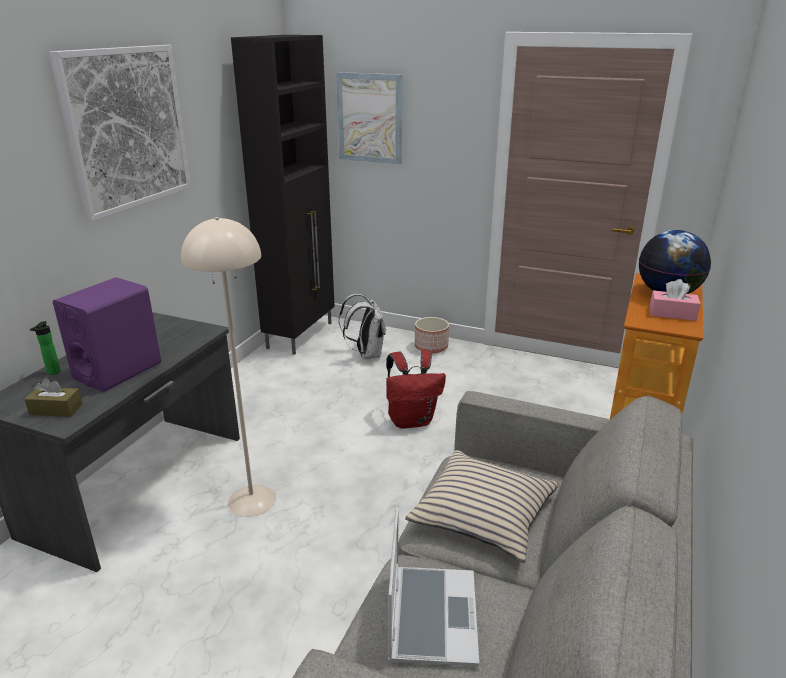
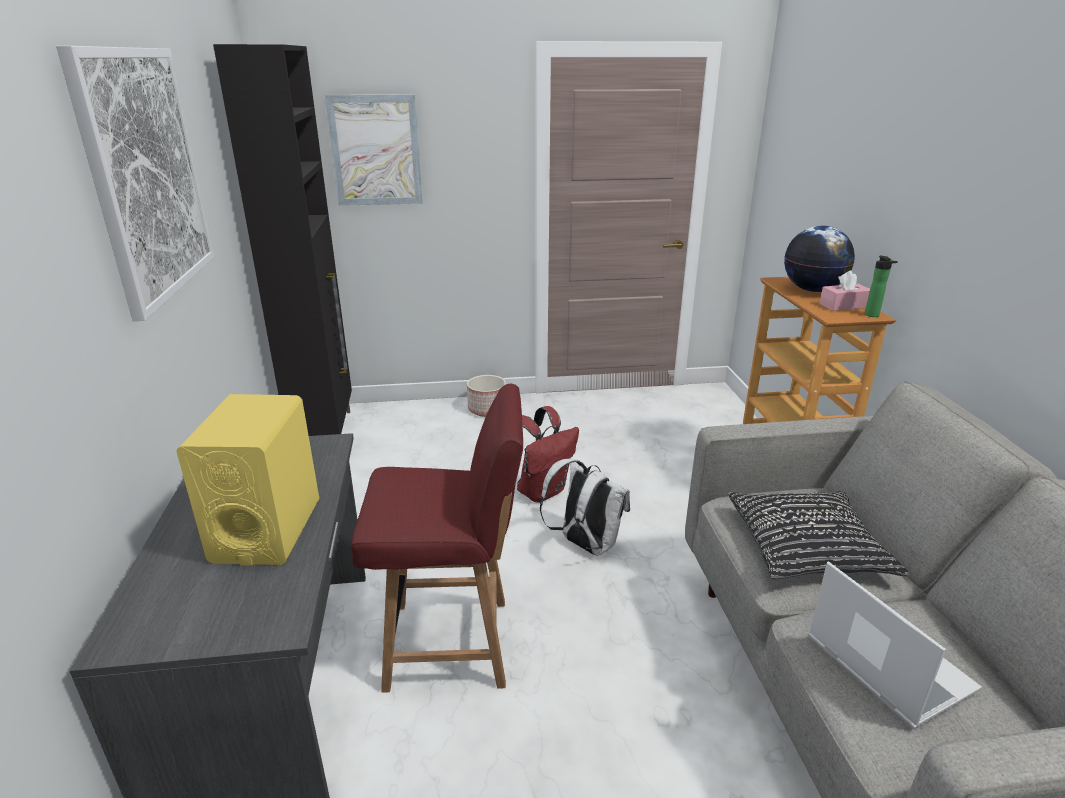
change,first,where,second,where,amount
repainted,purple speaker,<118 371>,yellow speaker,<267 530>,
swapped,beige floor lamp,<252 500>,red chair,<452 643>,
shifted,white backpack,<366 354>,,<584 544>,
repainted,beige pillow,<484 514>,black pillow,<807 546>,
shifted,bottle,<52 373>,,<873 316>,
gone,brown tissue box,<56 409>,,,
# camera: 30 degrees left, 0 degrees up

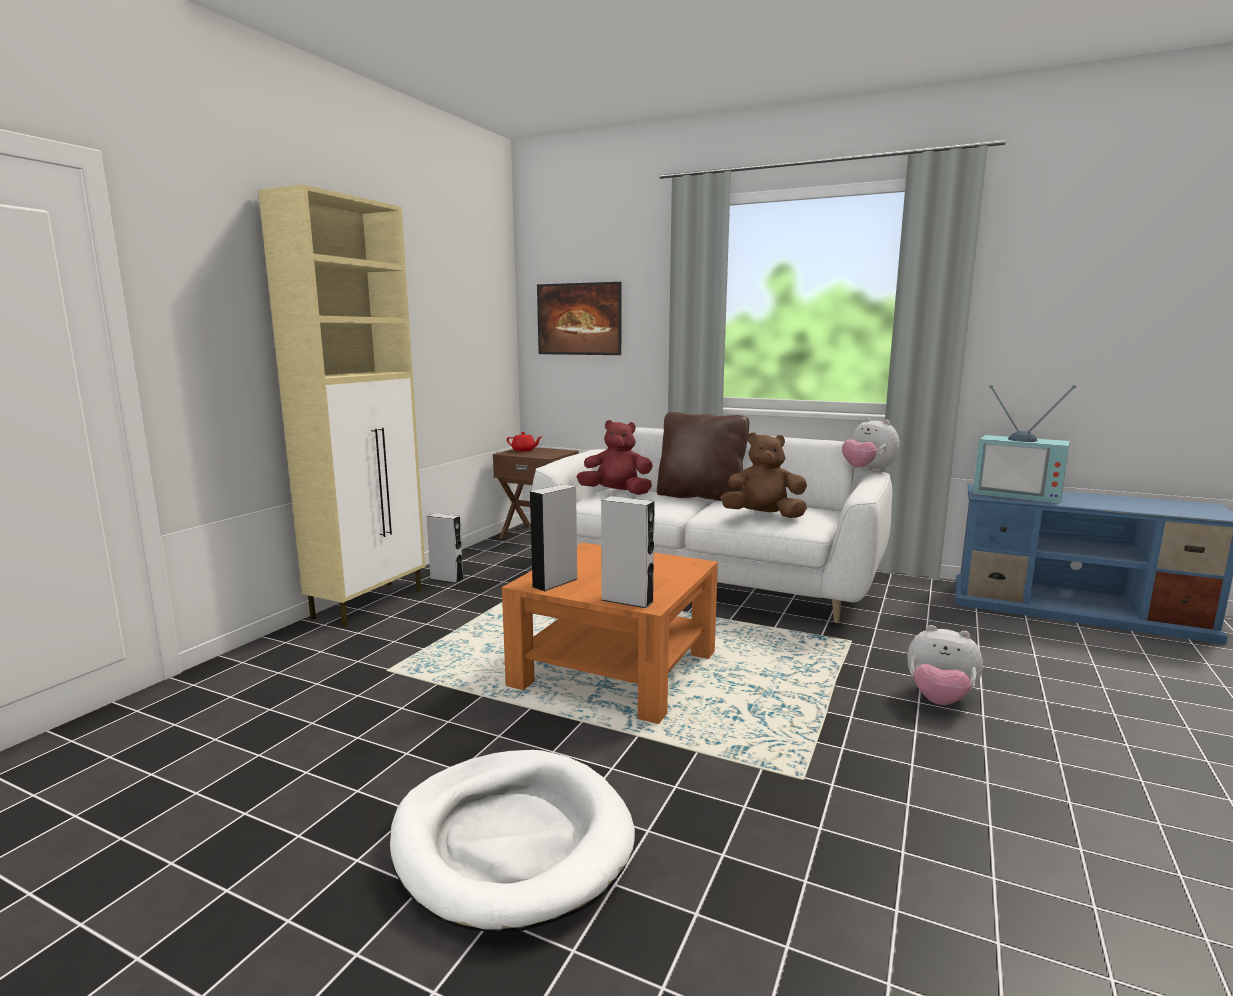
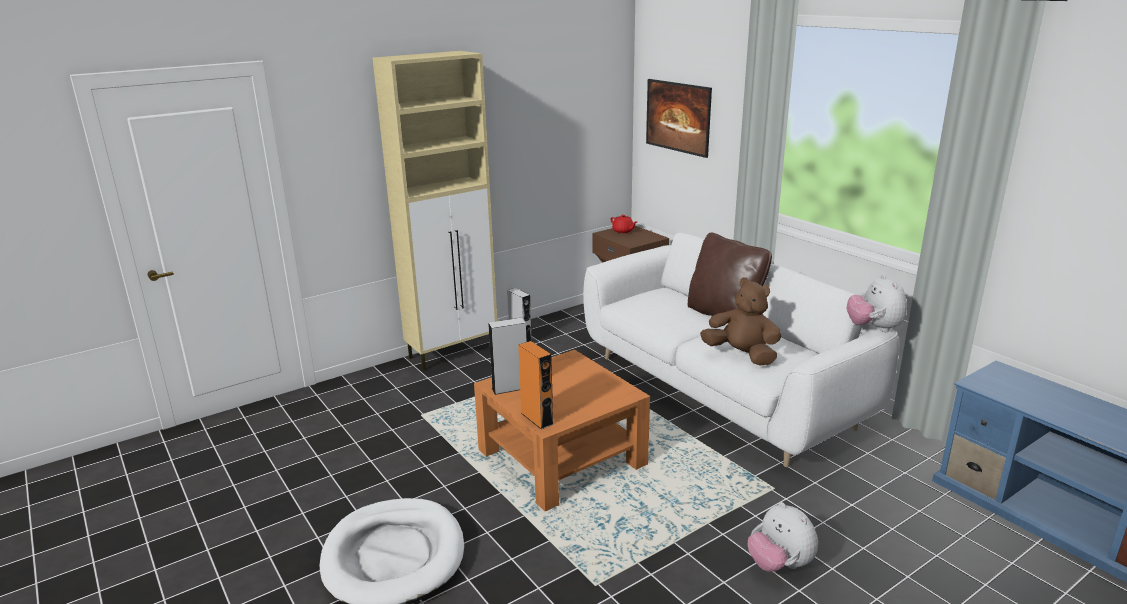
change,first,where,second,where,amount
repainted,grey speaker,<627 600>,orange speaker,<537 418>,
gone,red plush toy,<617 493>,,,
gone,television,<1018 494>,,,
# camera: 30 degrees right, 10 degrees up

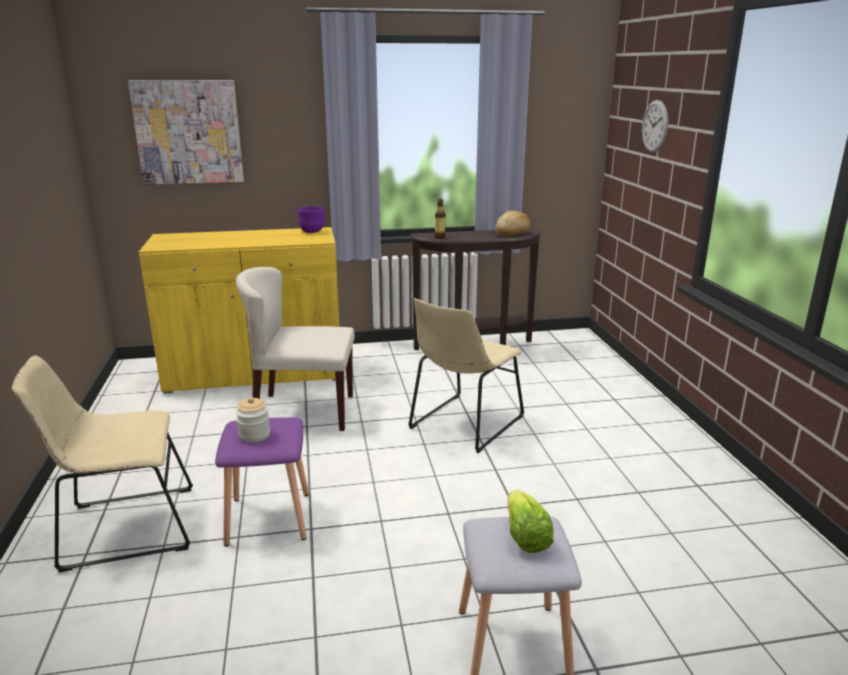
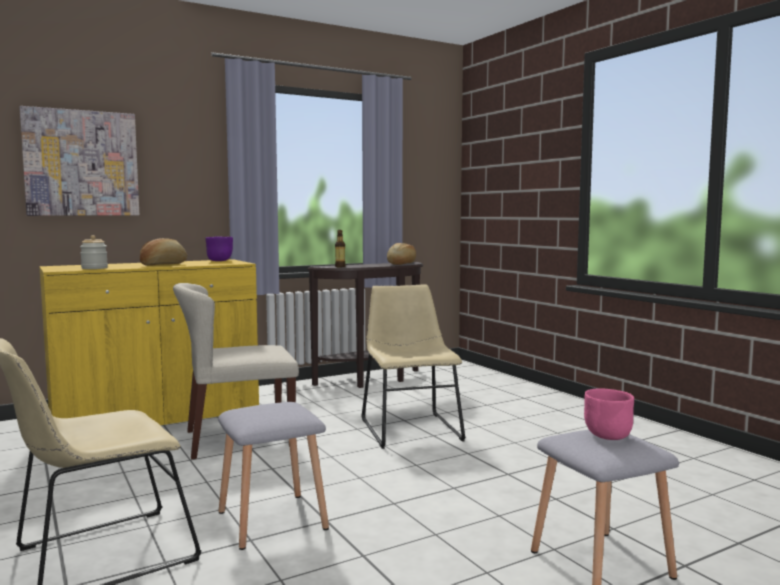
change,first,where,second,where,amount
shifted,jar,<254 435>,,<94 268>,
new,,,bread,<163 264>,
repainted,purple stool,<270 517>,grey stool,<273 519>,
rotated,beige chair,<463 424>,,<409 428>,150 degrees clockwise
swapped,lettuce,<525 537>,pink bowl,<607 437>,
gone,wall clock,<655 126>,,,
# camera: 20 degrees left, 15 degrees down

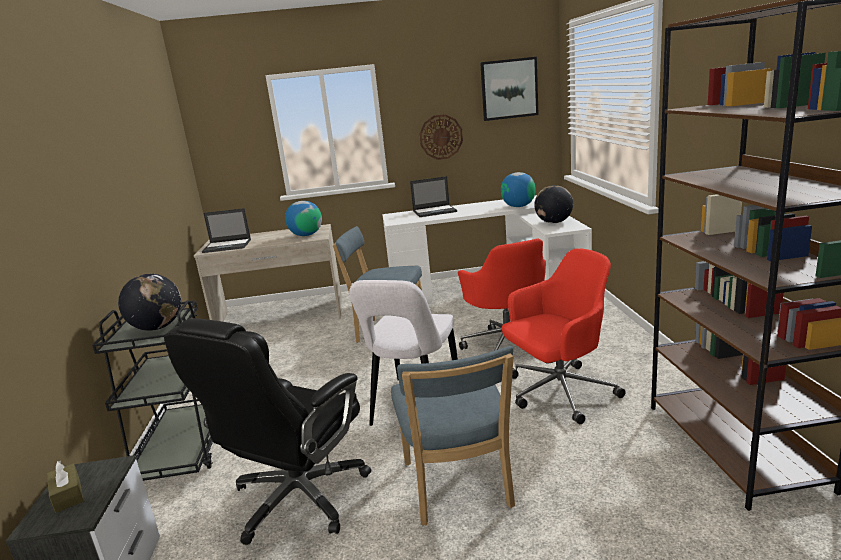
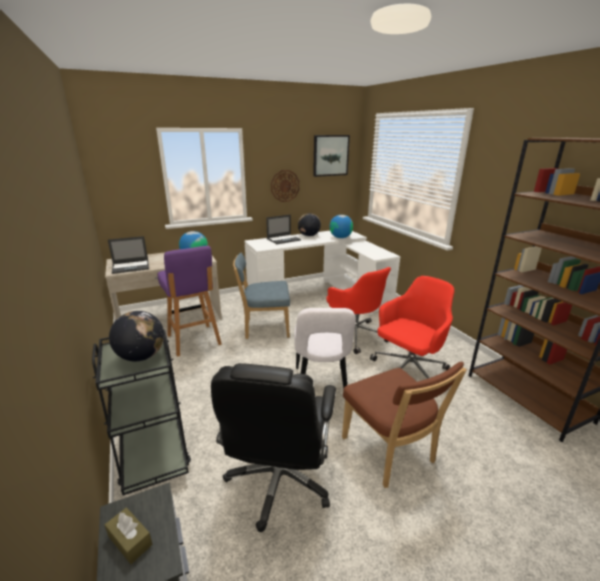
change,first,where,second,where,amount
new,,,purple stool,<194 341>,
shifted,globe,<554 222>,,<309 236>,
repainted,blue chair,<458 488>,brown chair,<390 453>,
# camera: 20 degrees left, 5 degrees up

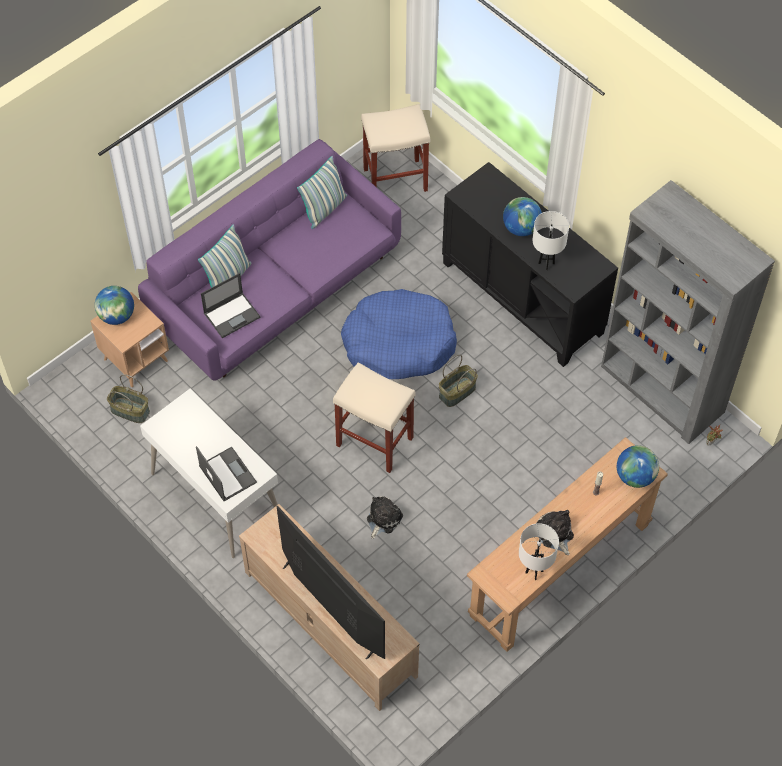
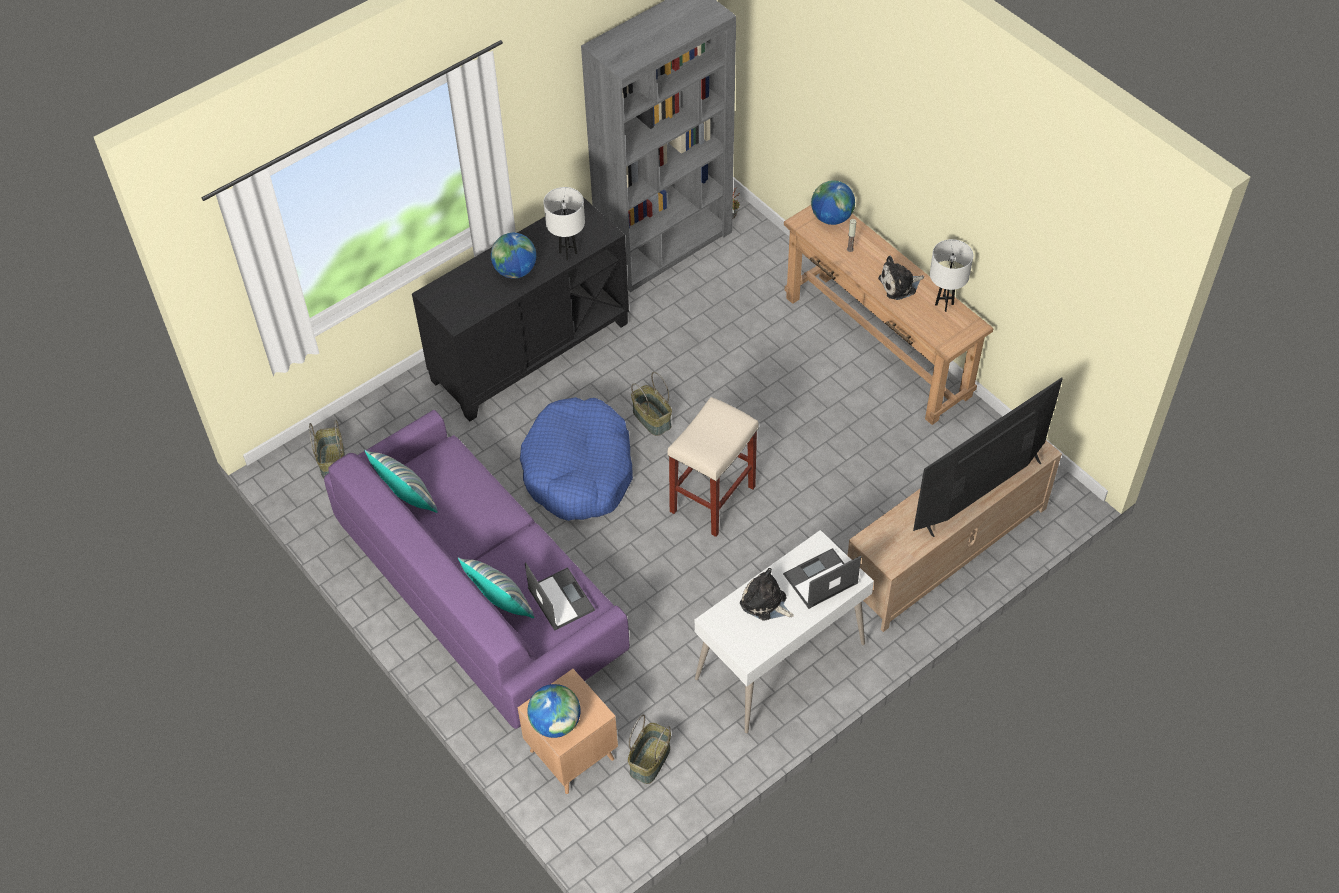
change,first,where,second,where,amount
swapped,beige stool,<396 179>,basket,<332 461>,
shifted,plush toy,<383 519>,,<765 603>,
# camera: 85 degrees left, 5 degrees down

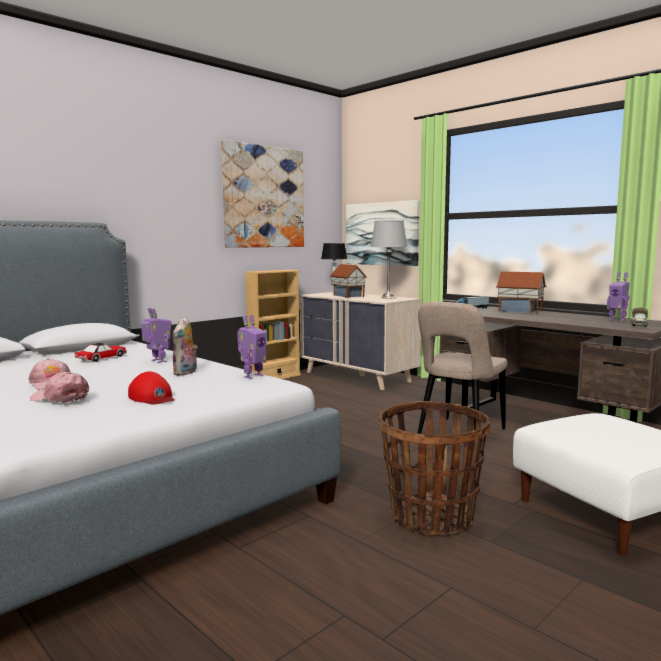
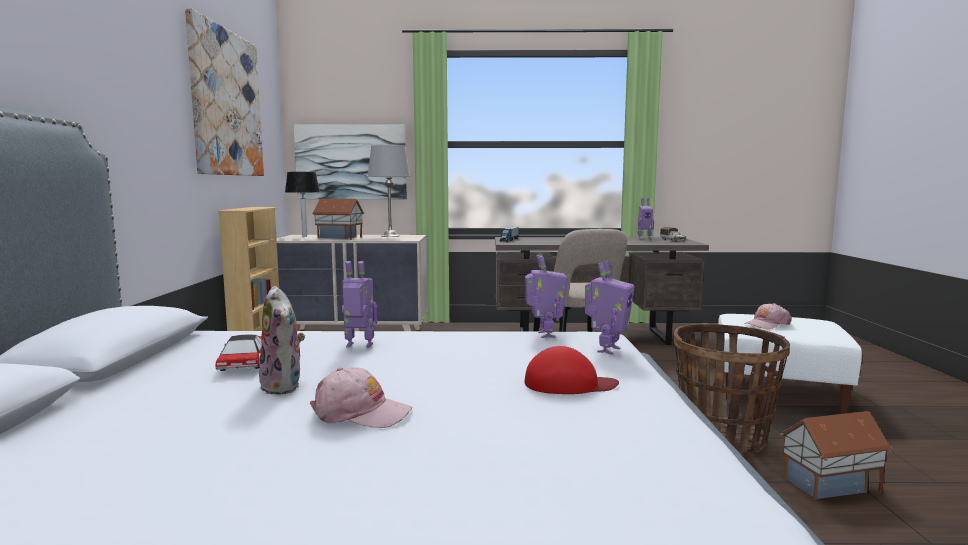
change,first,where,second,where,amount
shifted,plush toy,<186 373>,,<284 386>,
new,,,toy robot,<607 350>,
shifted,pink cap,<60 398>,,<767 324>,
shifted,toy house,<520 311>,,<831 486>,
# camera: 45 degrees left, 0 degrees up

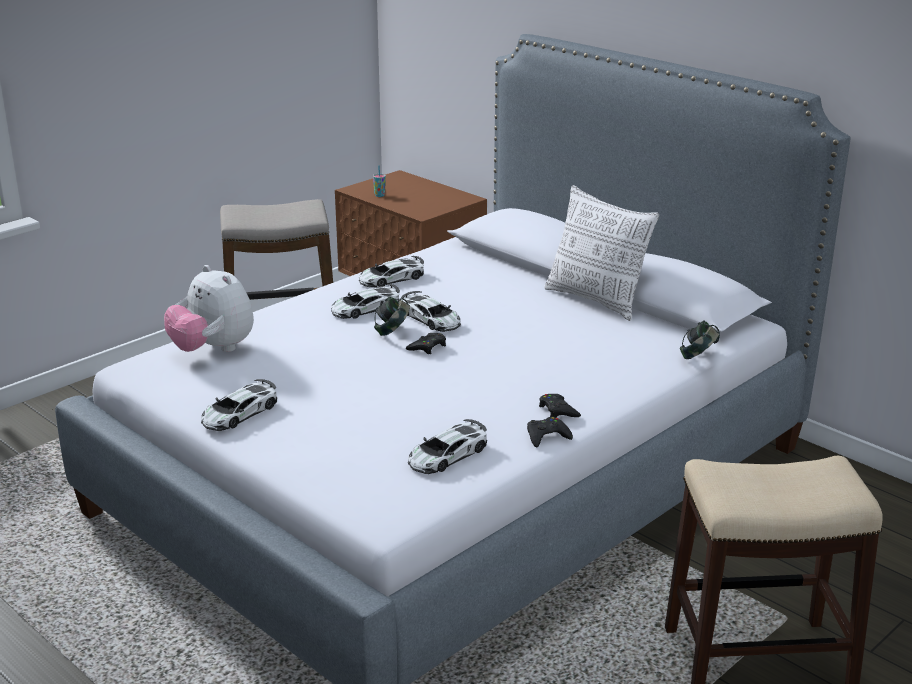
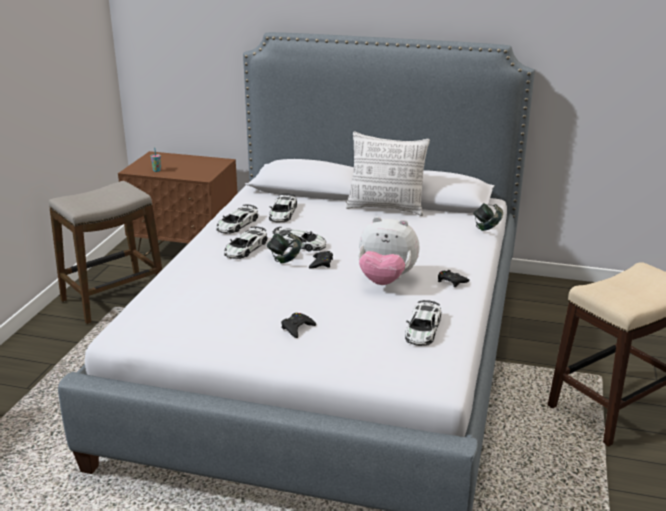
change,first,where,second,where,amount
shifted,toy car,<239 413>,,<283 213>,
shifted,black game controller,<547 436>,,<297 328>,
shifted,plush toy,<213 350>,,<386 280>,
# camera: 30 degrees left, 0 degrees up

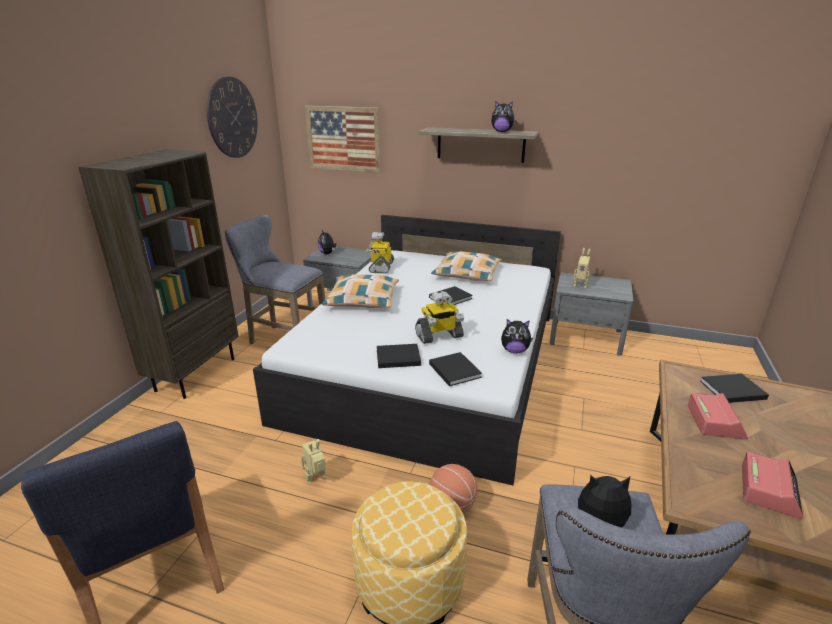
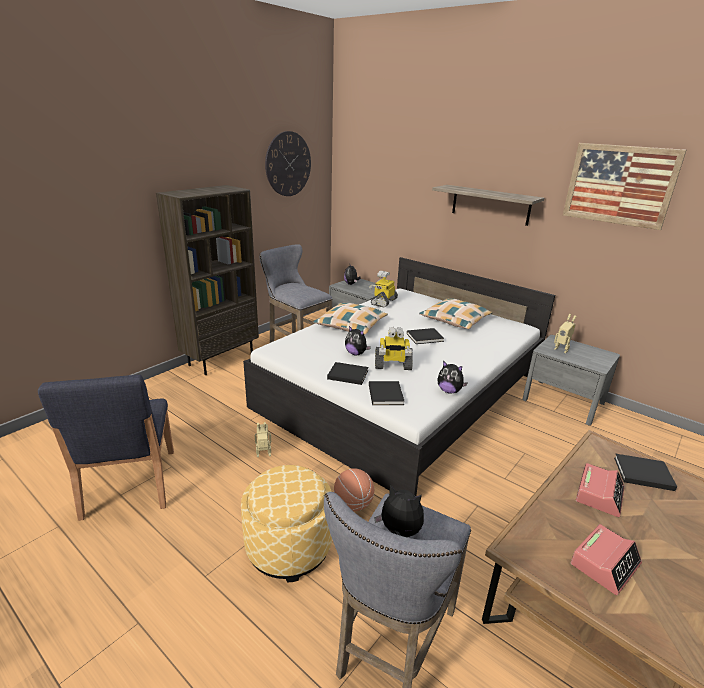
change,first,where,second,where,amount
shifted,plush toy,<502 132>,,<356 353>,
shifted,picture,<343 139>,,<619 185>,
# camera: 20 degrees right, 0 degrees up

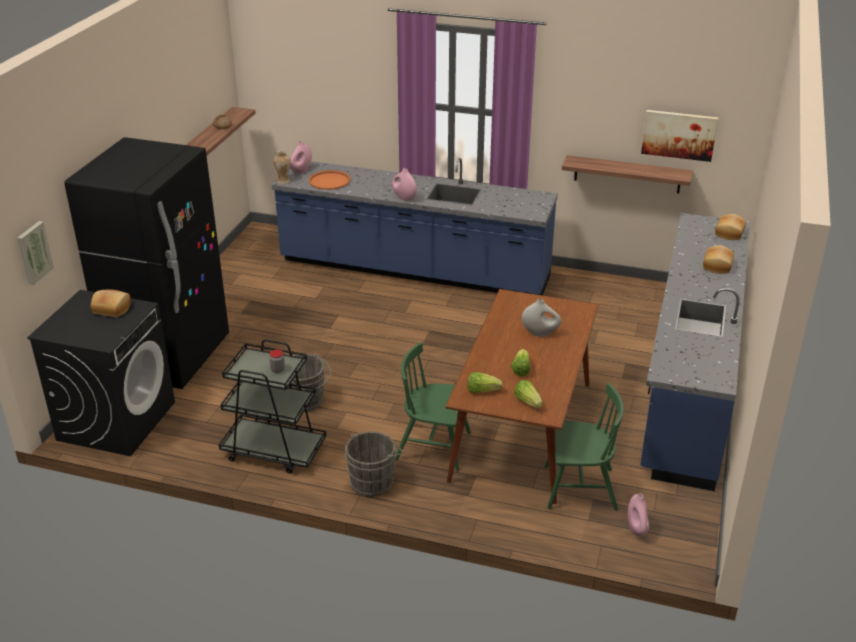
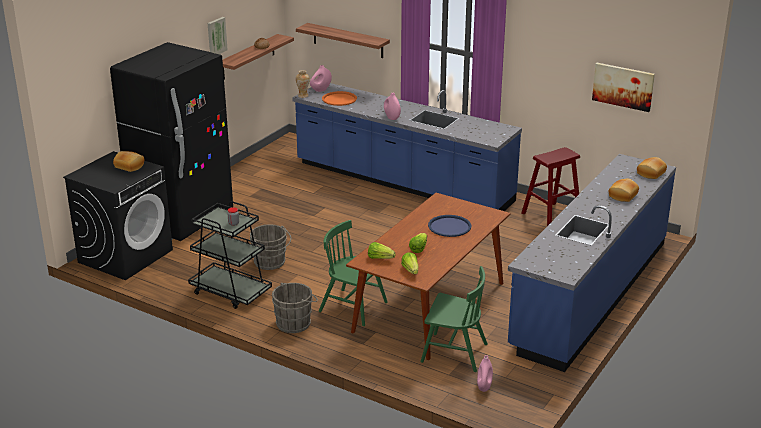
change,first,where,second,where,amount
shifted,picture,<33 252>,,<216 36>,
shifted,shelf,<627 174>,,<348 40>,
swapped,white vase,<540 333>,blue tray,<449 226>,
new,,,red stool,<551 217>,
# camera: 15 degrees right, 5 degrees down

